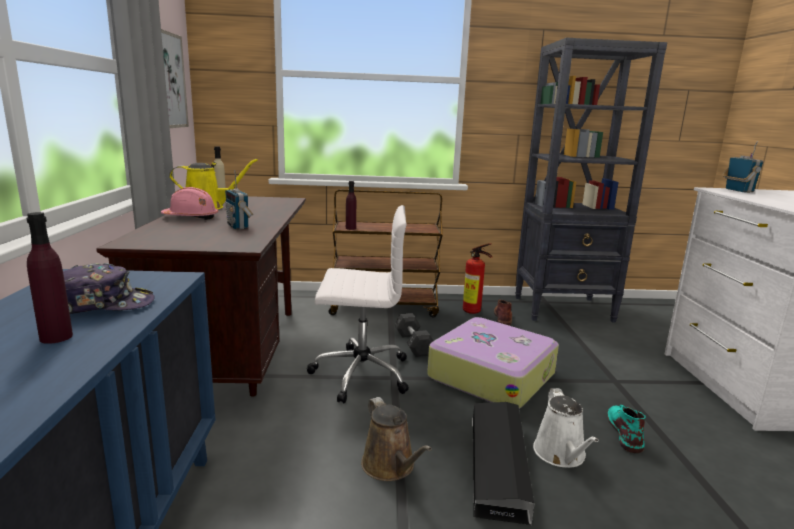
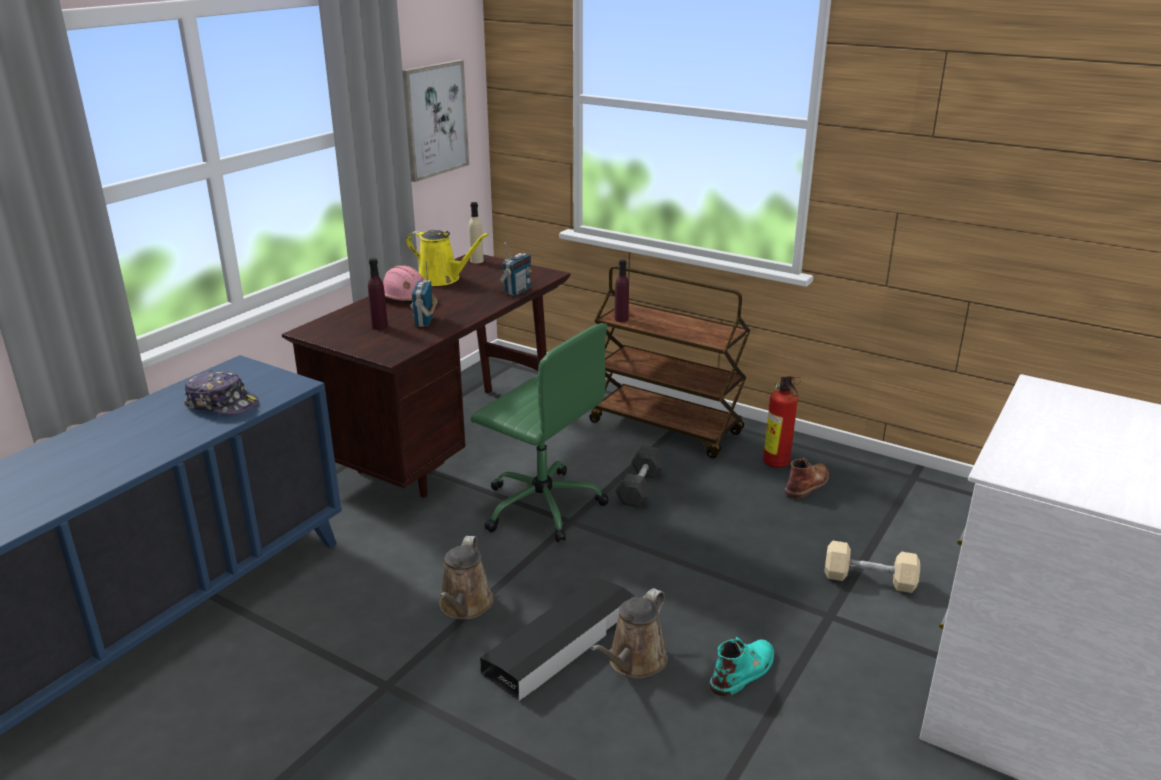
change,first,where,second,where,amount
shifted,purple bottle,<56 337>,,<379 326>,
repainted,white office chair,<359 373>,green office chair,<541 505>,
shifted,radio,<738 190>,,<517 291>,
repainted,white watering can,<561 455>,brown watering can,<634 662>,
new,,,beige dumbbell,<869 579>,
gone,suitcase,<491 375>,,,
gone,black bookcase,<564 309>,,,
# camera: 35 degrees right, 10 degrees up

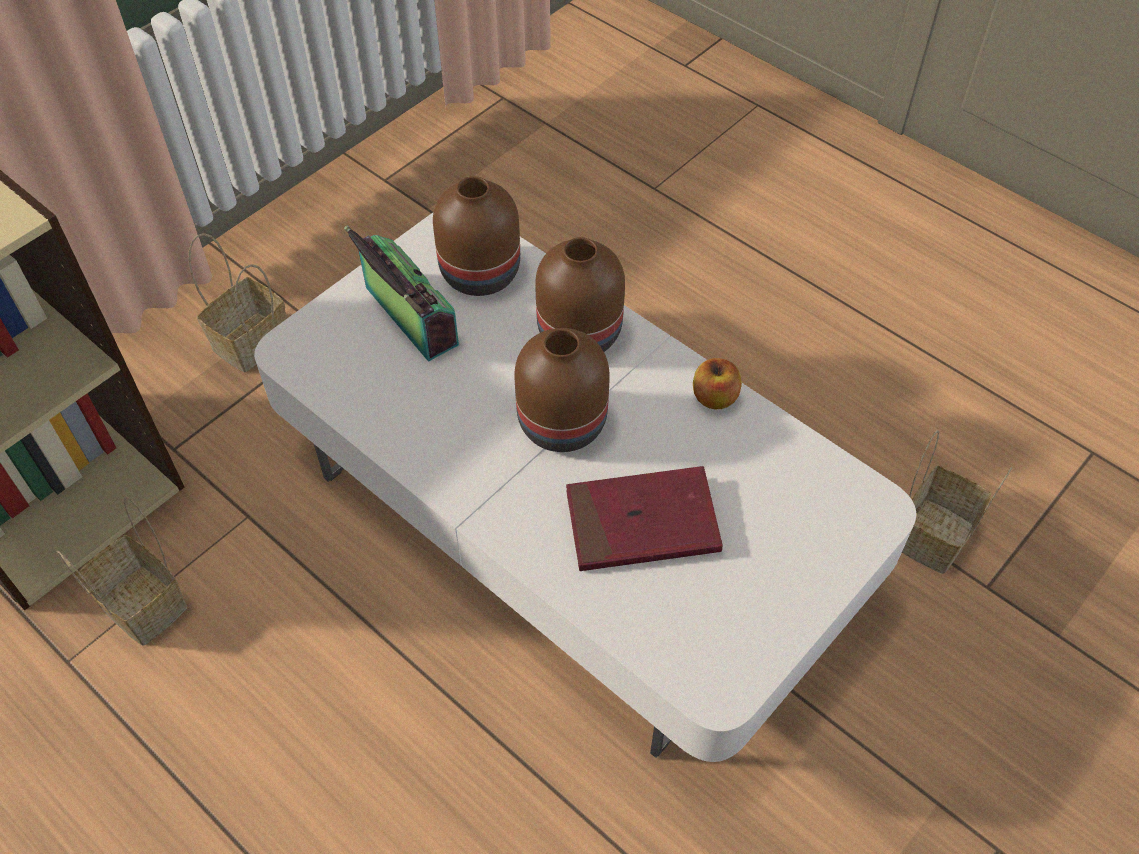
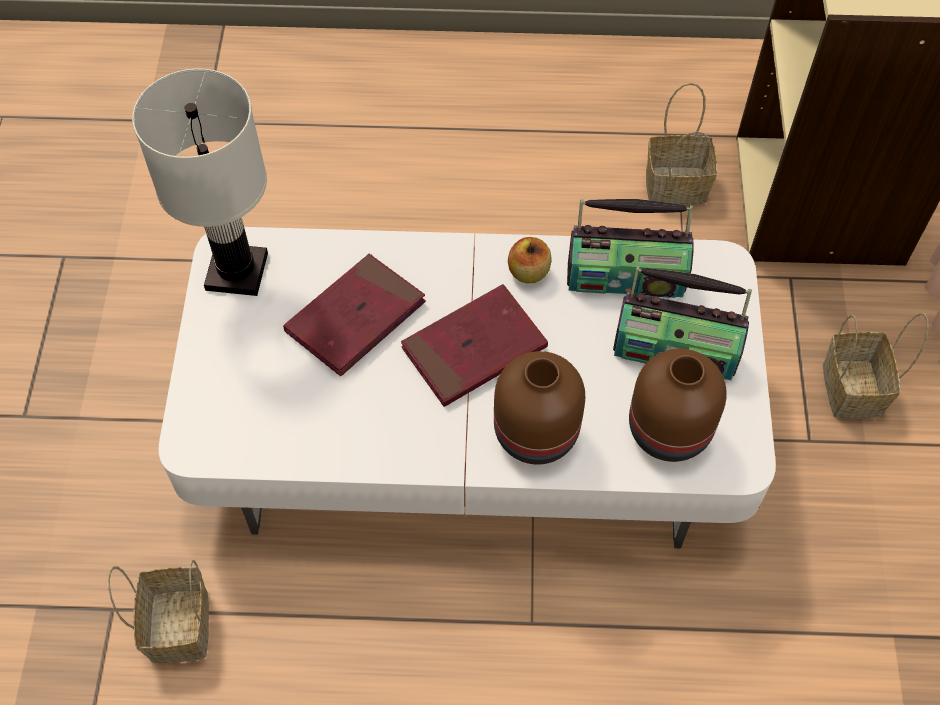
change,first,where,second,where,amount
new,,,white table lamp,<236 271>,
swapped,brown vase,<563 425>,red book,<474 349>,
shifted,apple,<714 398>,,<528 272>,
new,,,radio,<625 277>,
# camera: 140 degrees right, 5 degrees up

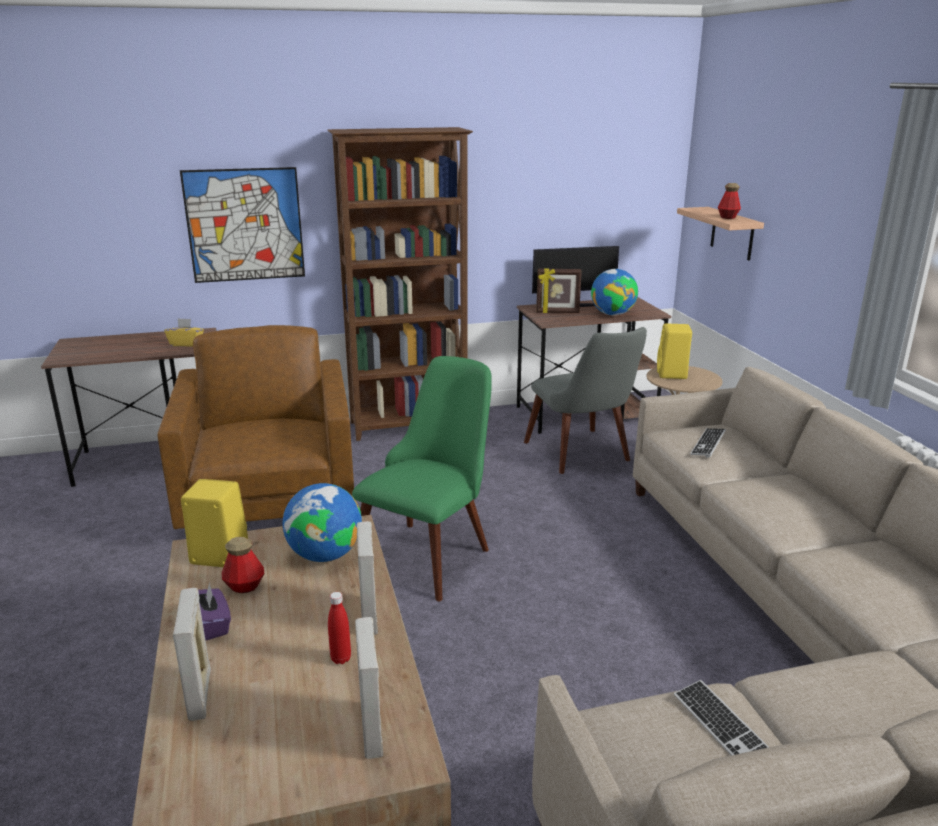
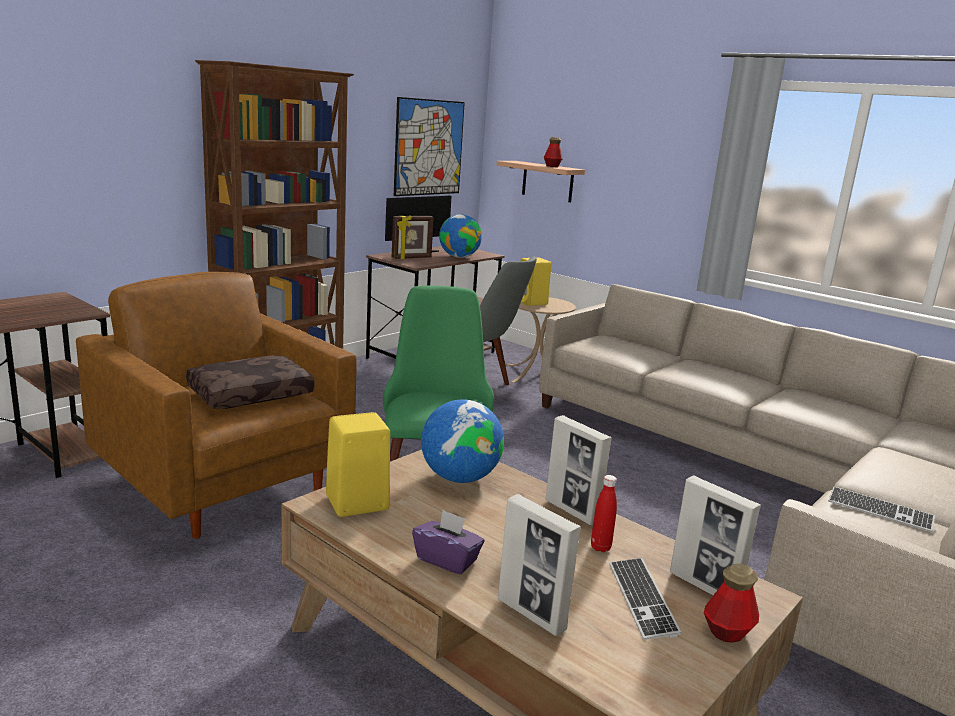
change,first,where,second,where,amount
new,,,brown pillow,<251 394>,
shifted,picture,<245 225>,,<429 147>,
shifted,keyboard,<708 443>,,<642 599>,
shifted,bottle,<244 586>,,<727 632>,
gone,yellow tissue box,<186 344>,,,
# camera: 35 degrees left, 5 degrees down

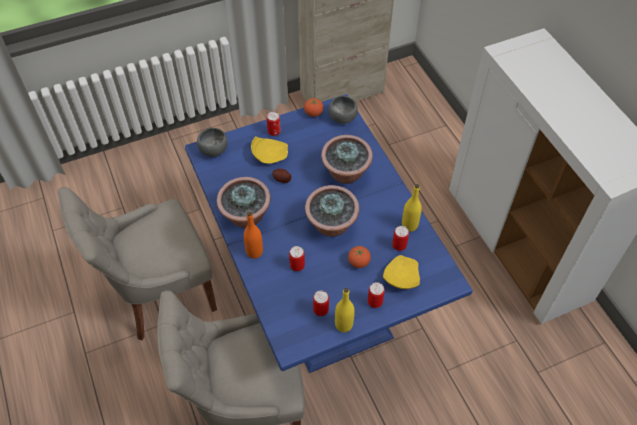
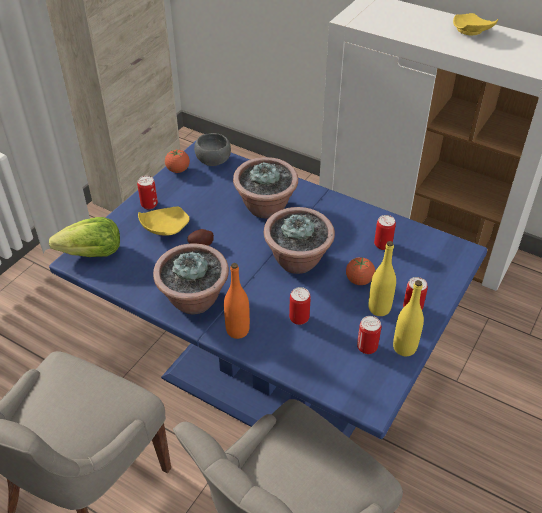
change,first,where,second,where,amount
swapped,grey bowl,<214 150>,lettuce,<93 254>,
shifted,yellow bottle,<409 225>,,<379 308>,
shifted,yellow plate,<400 278>,,<471 32>,
# camera: 35 degrees left, 10 degrees down

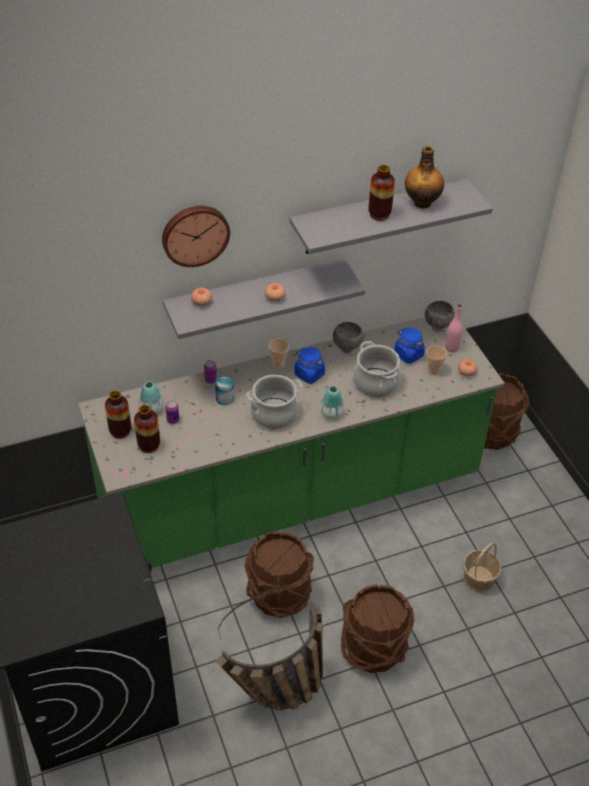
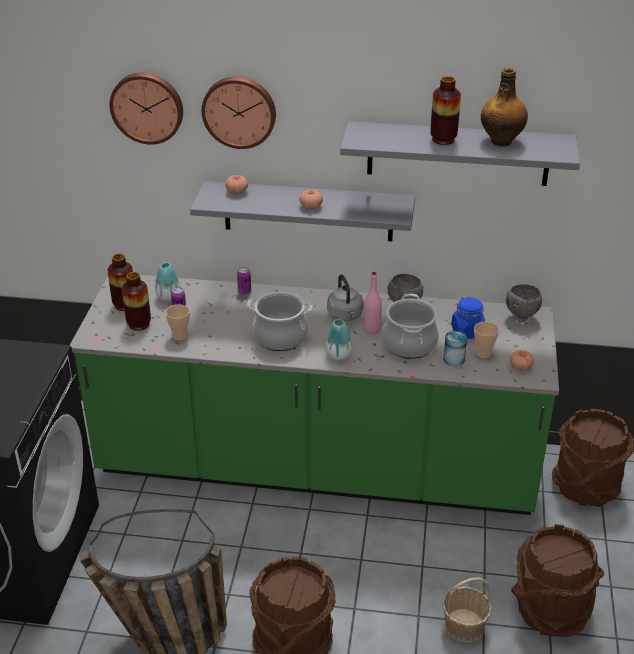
change,first,where,second,where,amount
new,,,wall clock,<147 107>,
shifted,cup,<278 364>,,<180 336>,
swapped,blue jar,<309 374>,grey kettle,<345 316>,
shifted,pink bottle,<452 348>,,<371 329>,
shifted,can,<224 398>,,<454 359>,
shifted,brown bucket,<279 595>,,<550 611>,
# camera: 30 degrees right, 10 degrees down

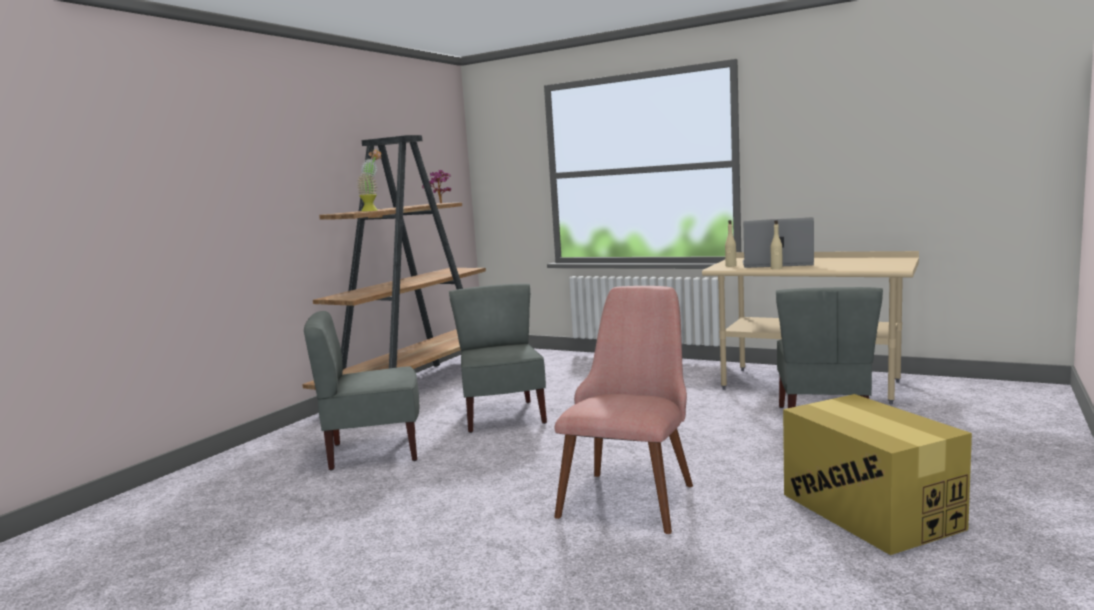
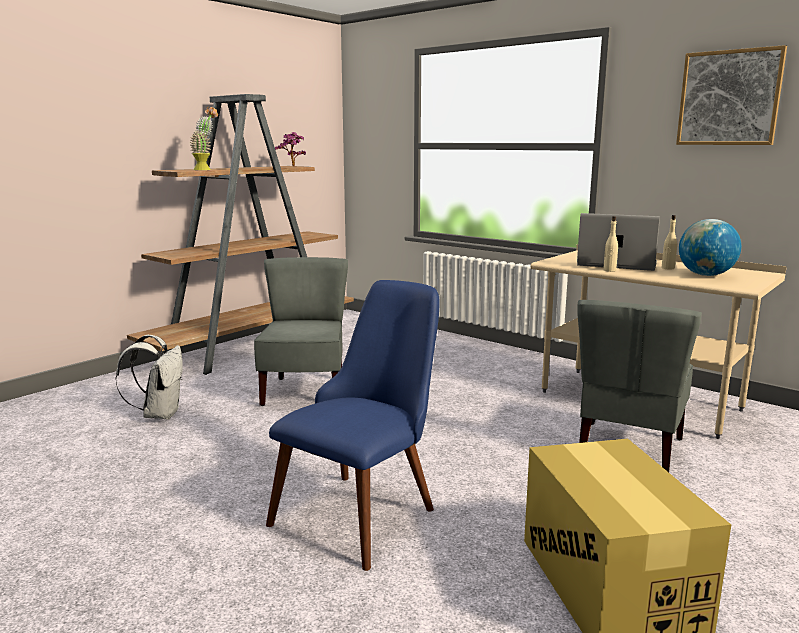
change,first,where,second,where,amount
swapped,grey chair,<374 452>,white backpack,<160 414>,
repainted,pink chair,<632 492>,blue chair,<365 507>,
shifted,beige bottle,<730 266>,,<667 268>,
new,,,picture,<729 98>,
new,,,globe,<705 275>,
# camera: 10 degrees right, 5 degrees up

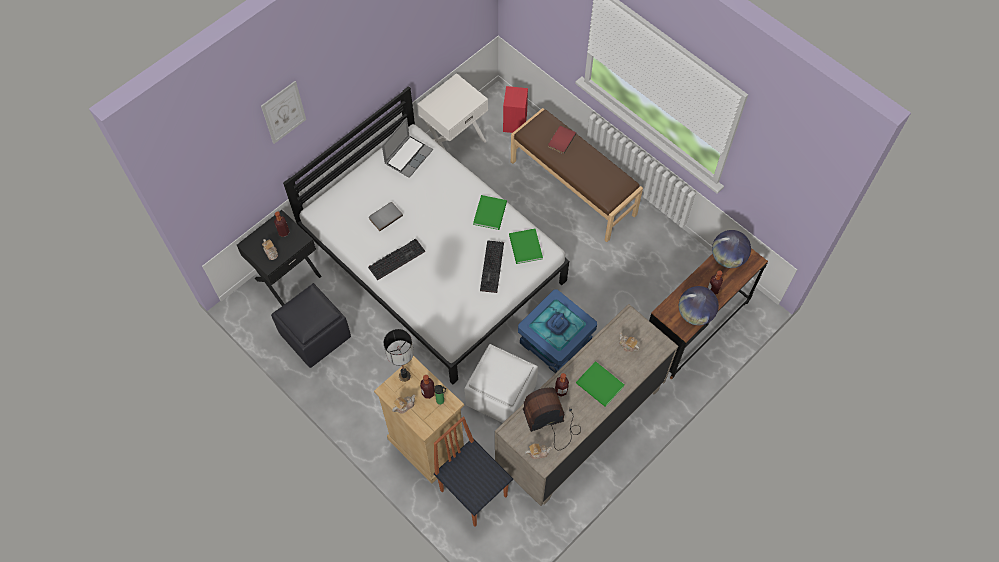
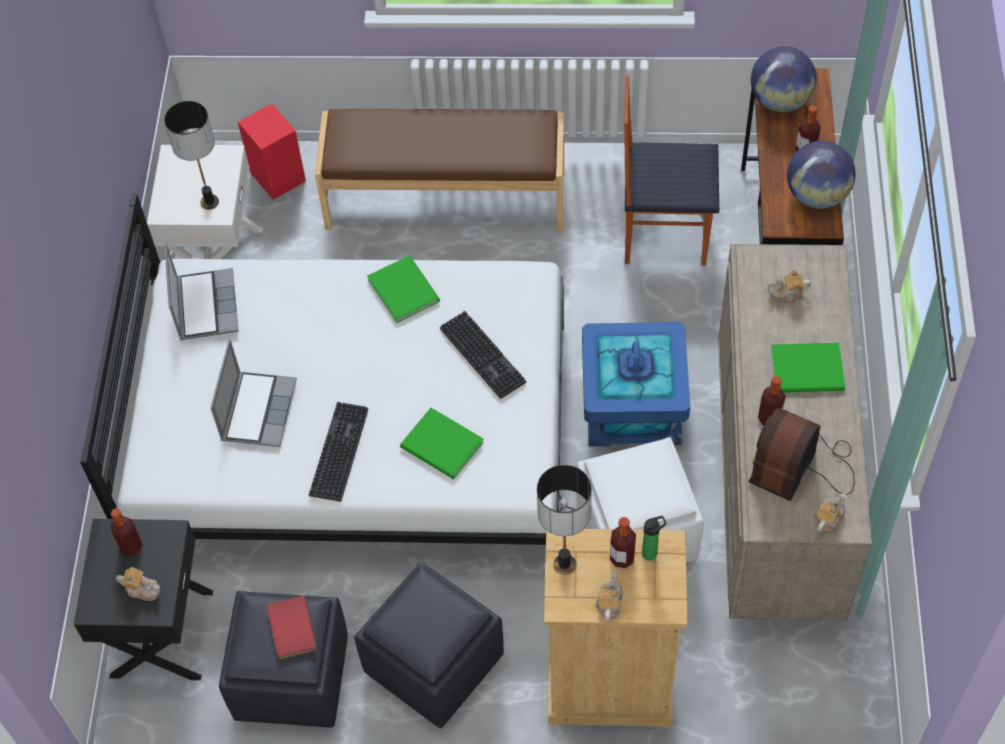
change,first,where,second,where,amount
new,,,table lamp,<210 202>,
swapped,grey book,<385 216>,laptop,<257 409>,
shifted,red book,<560 140>,,<290 629>,
new,,,black ottoman,<433 662>,
shifted,green book,<525 248>,,<442 447>,
shifted,chair,<474 492>,,<664 235>,
gone,picture,<283 112>,,,
# camera: 40 degrees left, 5 degrees down

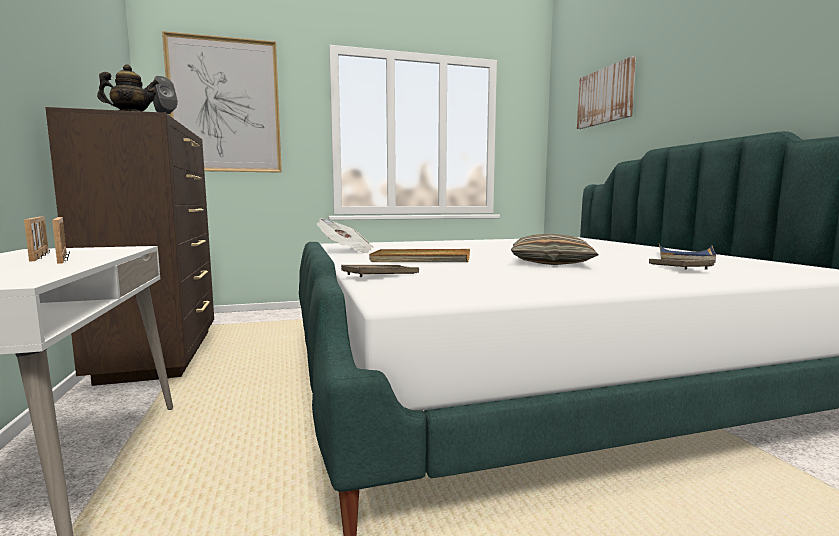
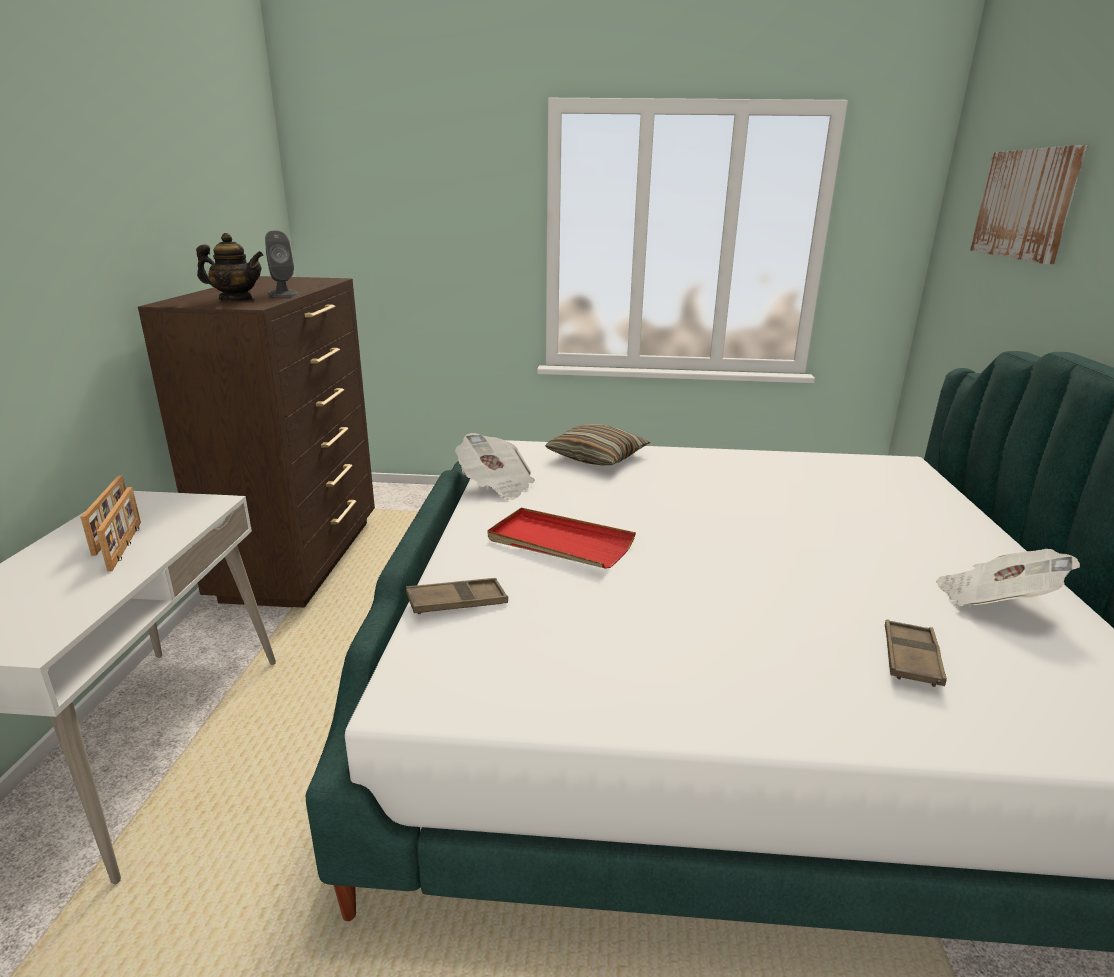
change,first,where,second,where,amount
repainted,beige tray,<420 260>,red tray,<559 543>,
shifted,pillow,<551 263>,,<597 457>,
swapped,blue tray,<685 256>,newspaper,<994 601>,
gone,picture,<225 106>,,,
# camera: 20 degrees right, 15 degrees up

